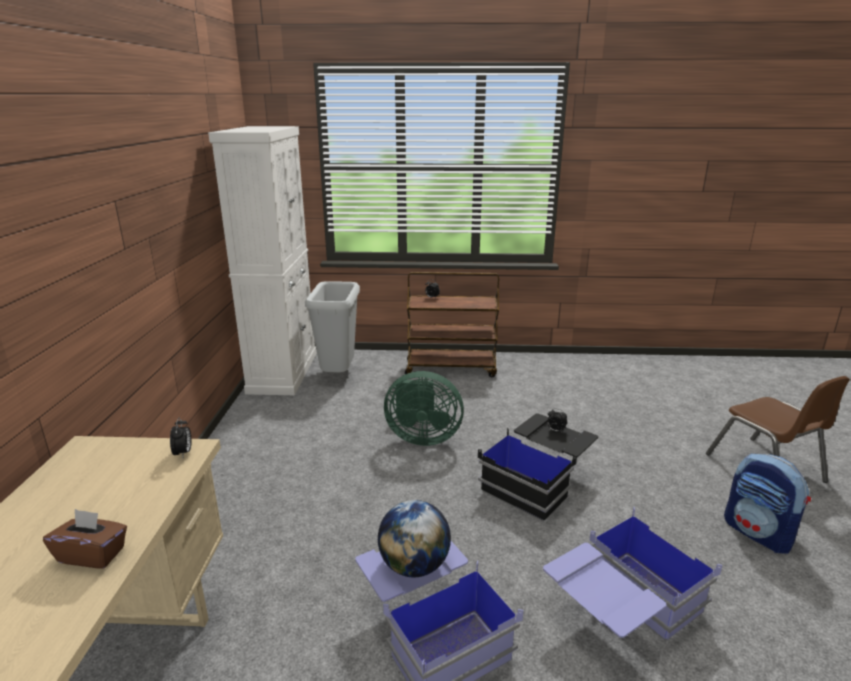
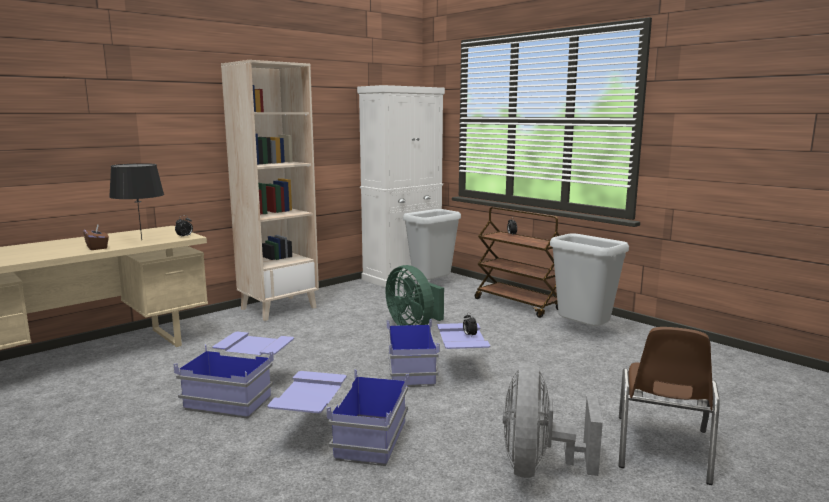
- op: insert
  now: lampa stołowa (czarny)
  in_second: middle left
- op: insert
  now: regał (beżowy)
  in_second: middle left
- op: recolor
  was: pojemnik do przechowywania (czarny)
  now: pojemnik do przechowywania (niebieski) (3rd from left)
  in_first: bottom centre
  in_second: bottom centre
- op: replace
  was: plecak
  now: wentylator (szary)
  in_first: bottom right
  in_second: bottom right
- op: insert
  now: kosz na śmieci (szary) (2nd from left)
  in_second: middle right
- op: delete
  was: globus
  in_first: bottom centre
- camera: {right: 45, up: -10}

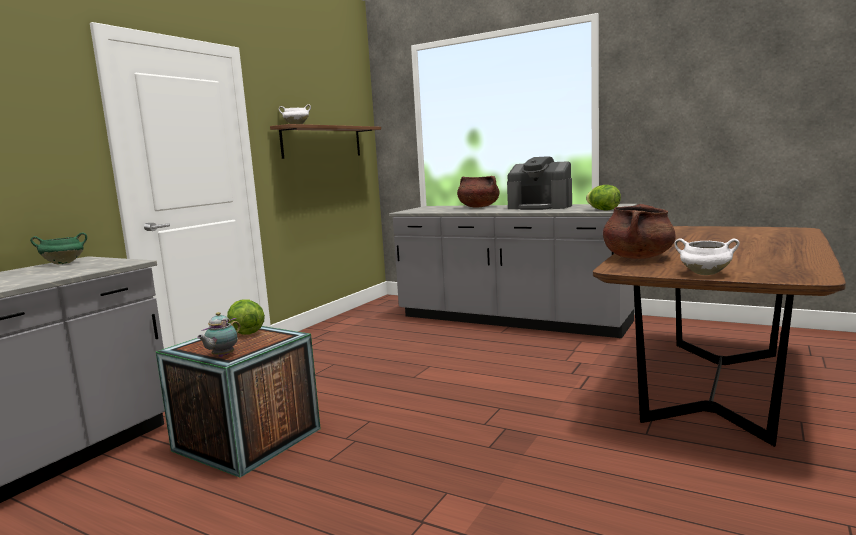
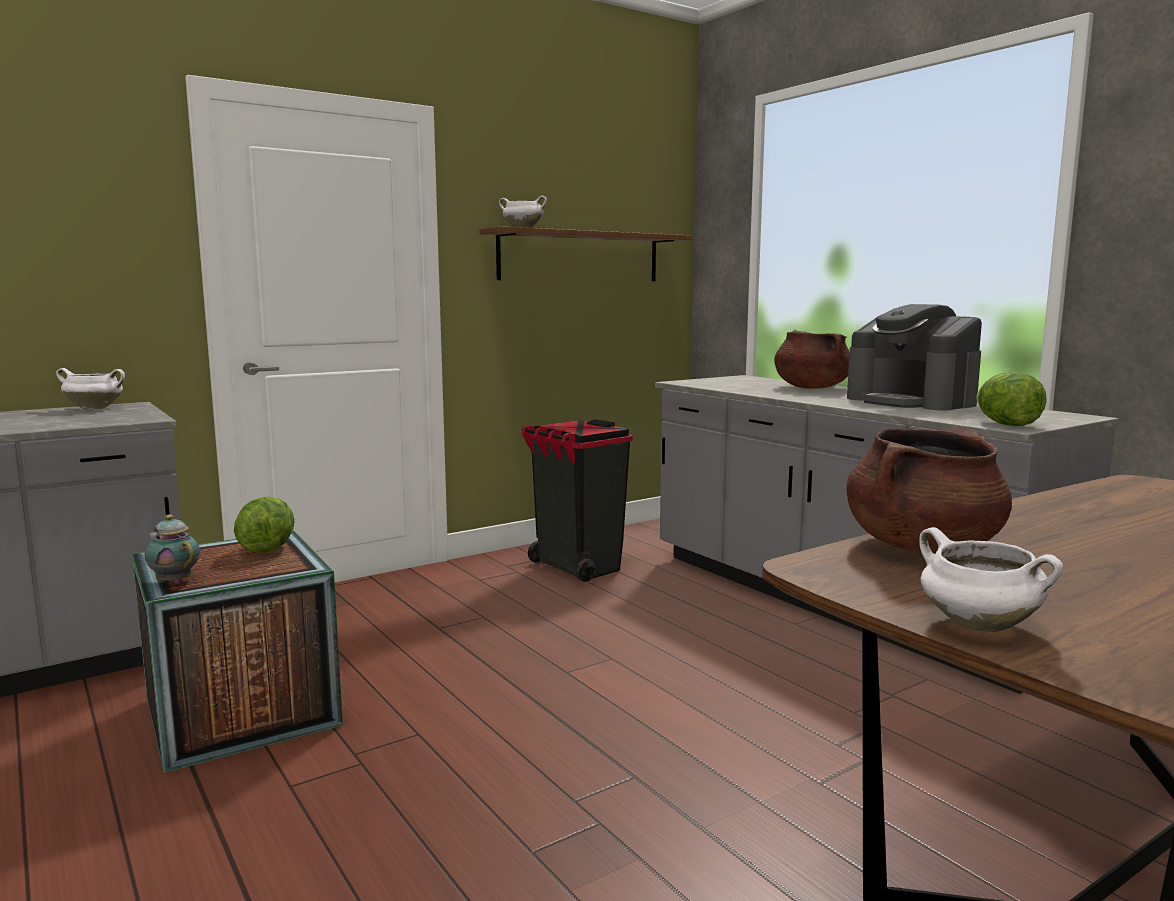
- op: recolor
  was: garnek (zielony)
  now: garnek (biały) (1st from left)
  in_first: middle left
  in_second: middle left
- op: rotate
  was: imbryk
  in_first: middle left
  in_second: middle left
  clockwise: 75
- op: insert
  now: kosz na śmieci (czarny)
  in_second: centre
- camera: {right: 25, up: 0}

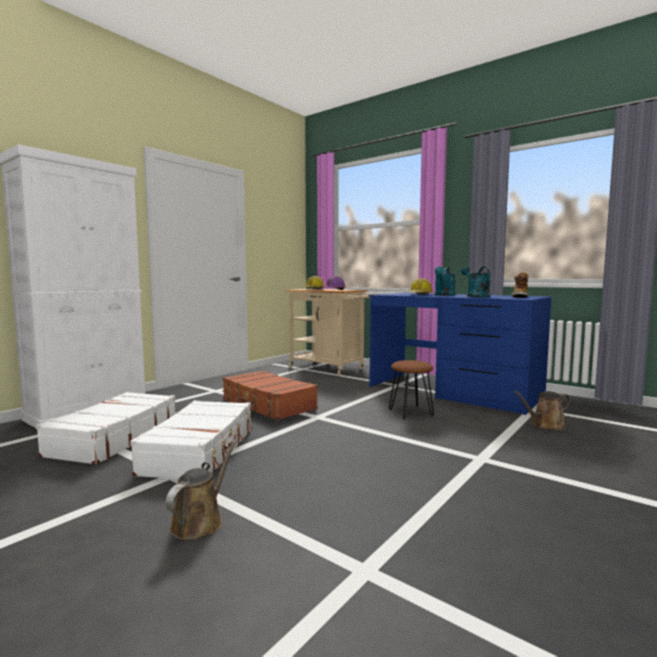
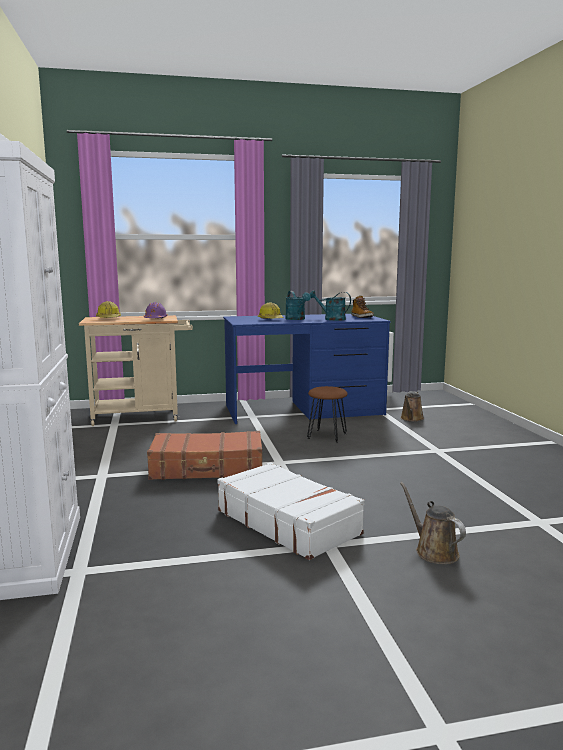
- op: delete
  was: walizka (biały) (1st from left)
  in_first: middle left
- camera: {right: -50, up: 5}

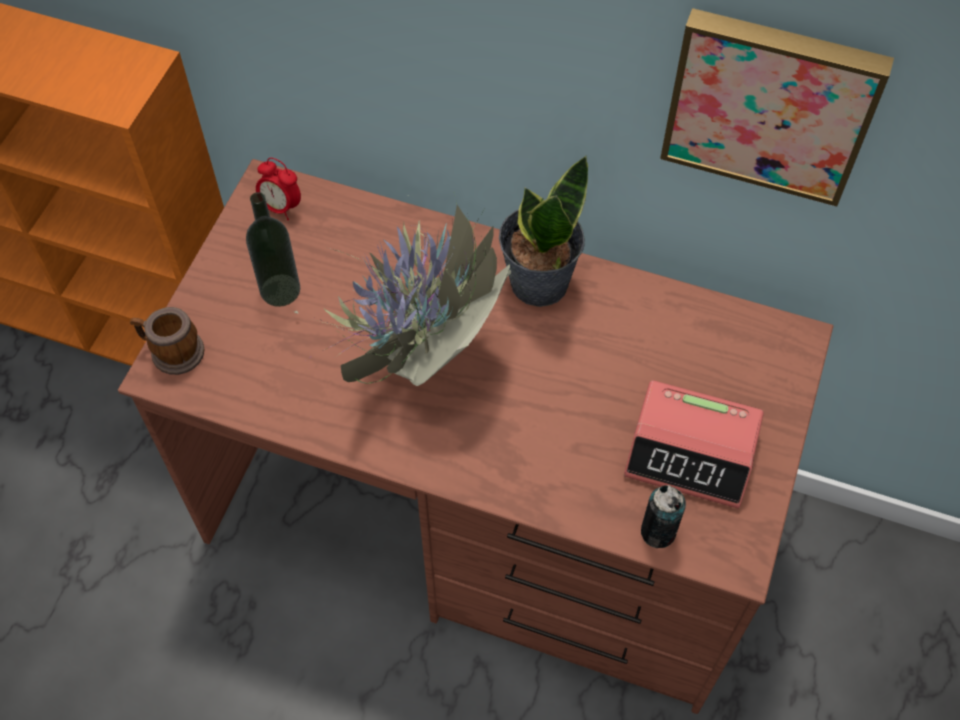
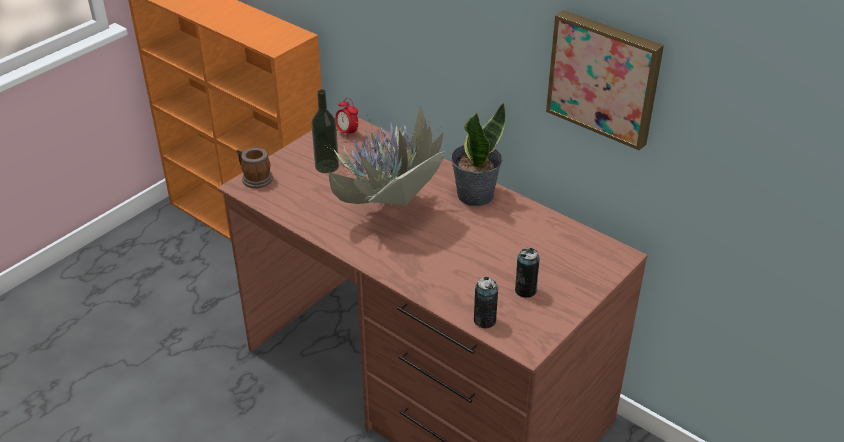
- op: replace
  was: budzik (2nd from left)
  now: puszka (2nd from left)
  in_first: middle right
  in_second: centre
- camera: {right: 20, up: -20}

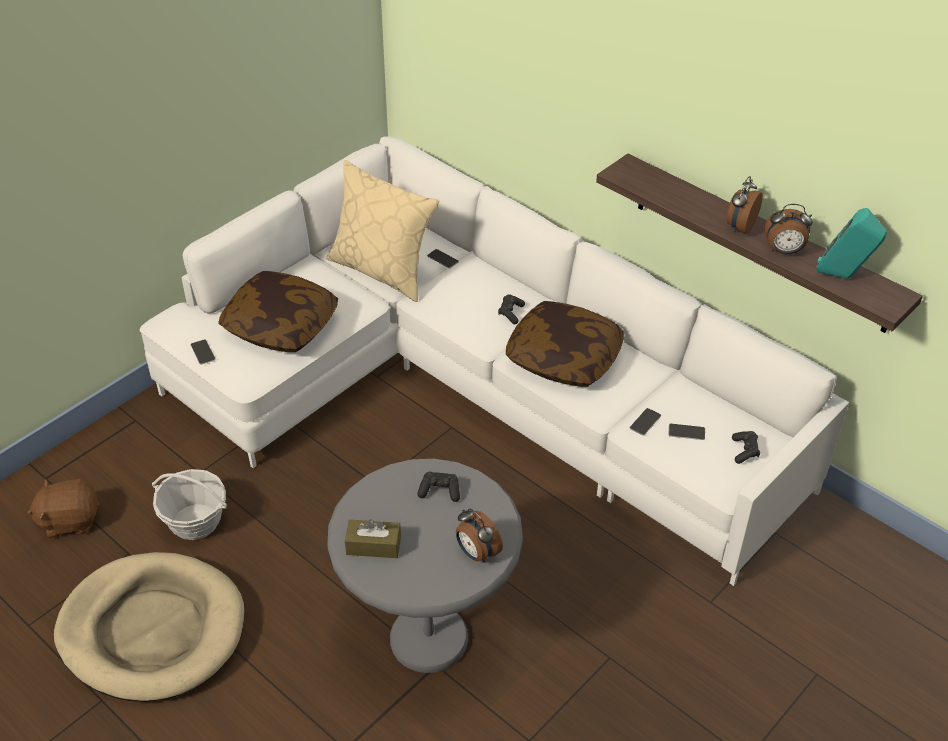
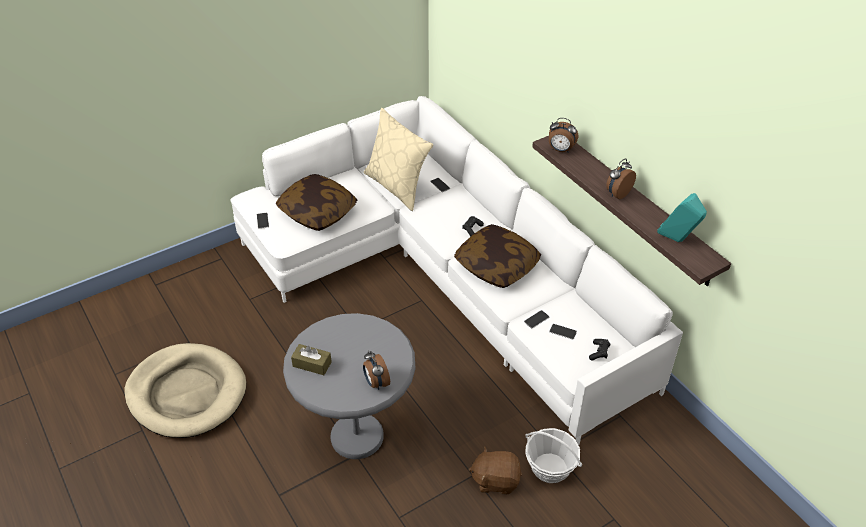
- op: move
  was: pluszak (brązowy)
  in_first: bottom left
  in_second: bottom centre
- op: move
  was: koszyk
  in_first: bottom left
  in_second: bottom centre
- op: move
  was: budzik (3rd from left in the first image)
  now: budzik (2nd from left)
  in_first: top right
  in_second: top centre
- op: delete
  was: pad do gier (czarny) (1st from left)
  in_first: centre
- camera: {right: 15, up: 0}

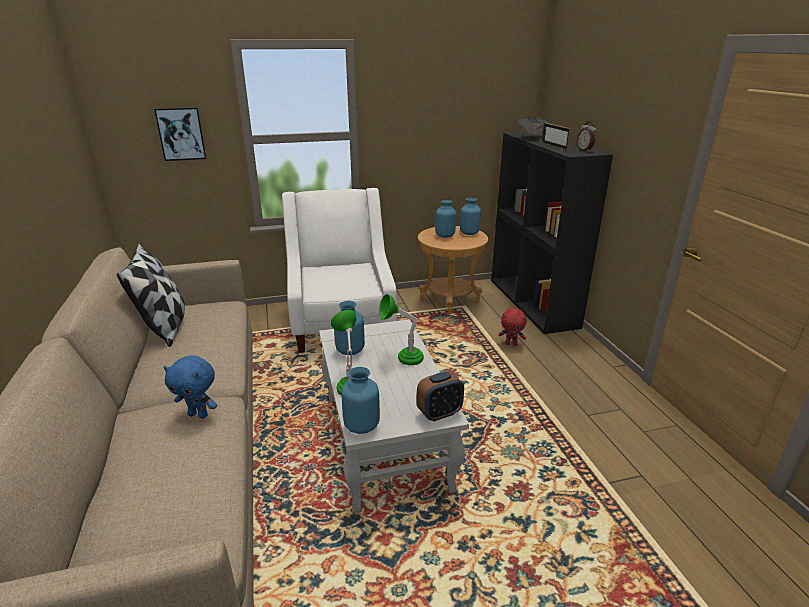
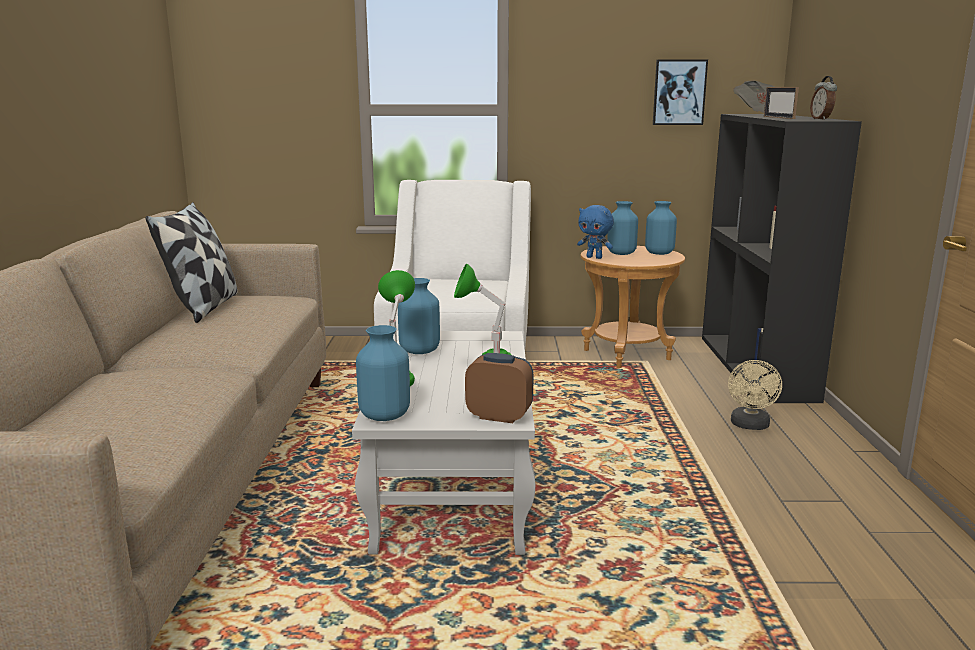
- op: rotate
  was: budzik (1st from left)
  in_first: centre
  in_second: centre
  clockwise: -150
- op: move
  was: pluszak (niebieski)
  in_first: middle left
  in_second: centre
- op: move
  was: obraz
  in_first: top left
  in_second: top right
- op: insert
  now: wentylator (beżowy)
  in_second: middle right
- op: delete
  was: pluszak (czerwony)
  in_first: centre
- camera: {right: 15, up: -10}

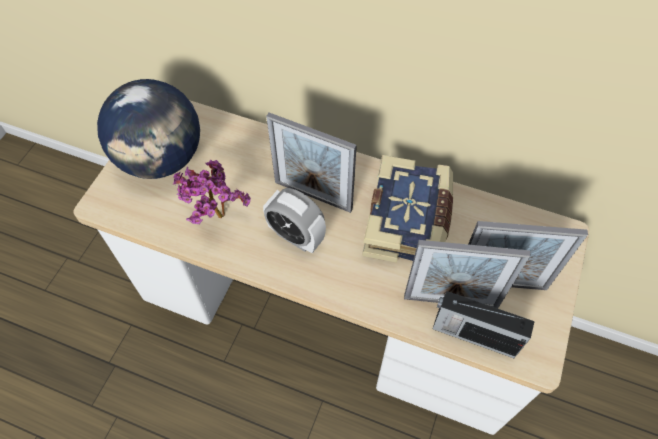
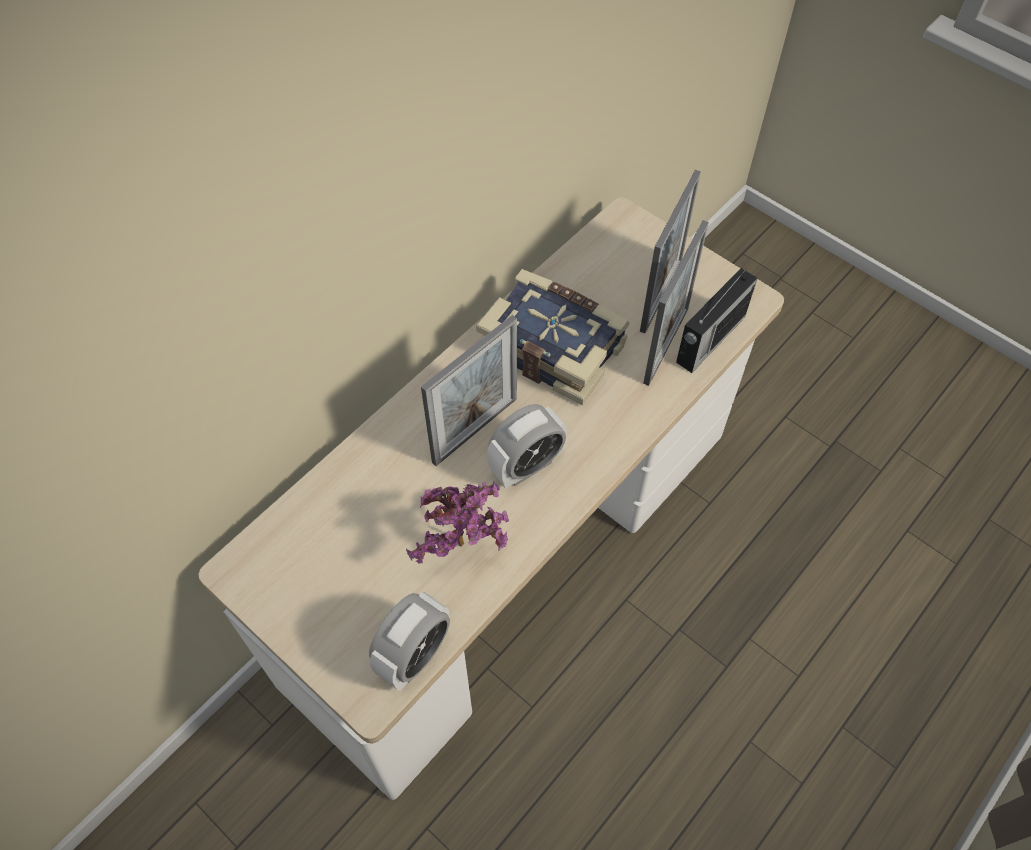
- op: insert
  now: budzik (1st from left)
  in_second: bottom centre
- op: delete
  was: globus
  in_first: top left
- camera: {right: -70, up: 0}

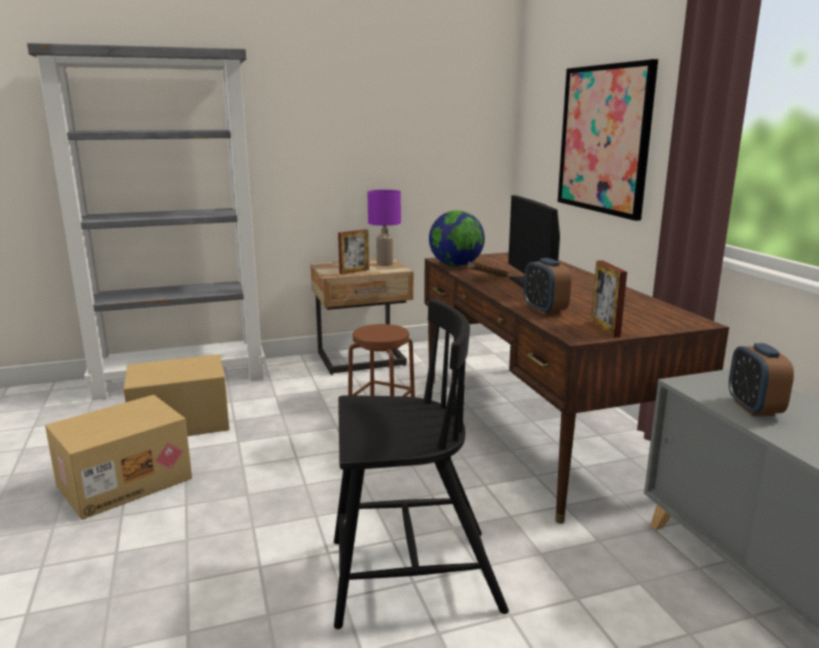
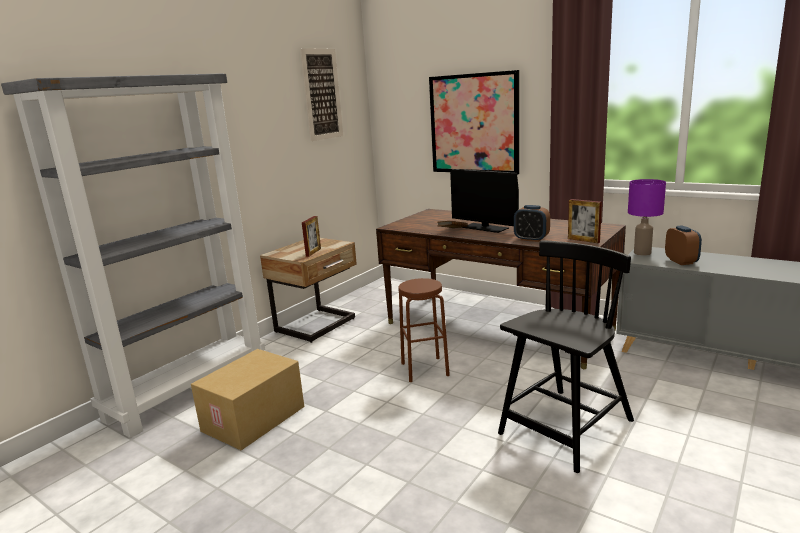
- op: insert
  now: obraz (1st from left)
  in_second: top centre
- op: move
  was: lampa stołowa (fioletowy)
  in_first: centre
  in_second: middle right
- op: rotate
  was: budzik (2nd from left)
  in_first: middle right
  in_second: middle right
  clockwise: -150
- op: delete
  was: karton (1st from left)
  in_first: bottom left
- op: delete
  was: globus
  in_first: centre
- camera: {right: -35, up: 0}

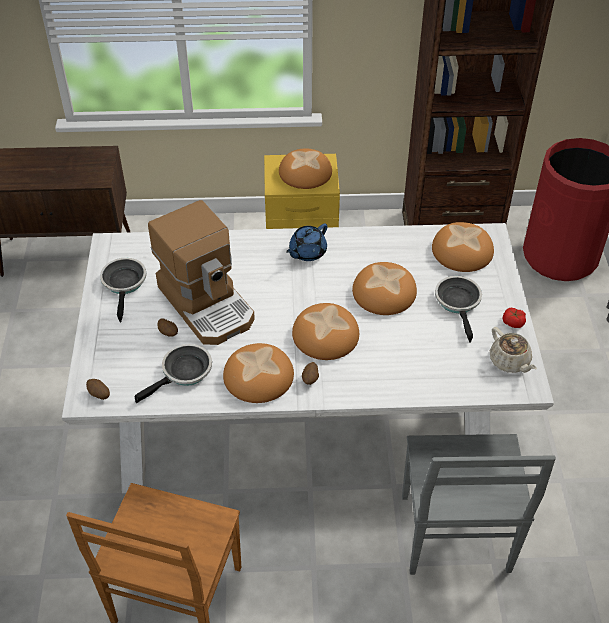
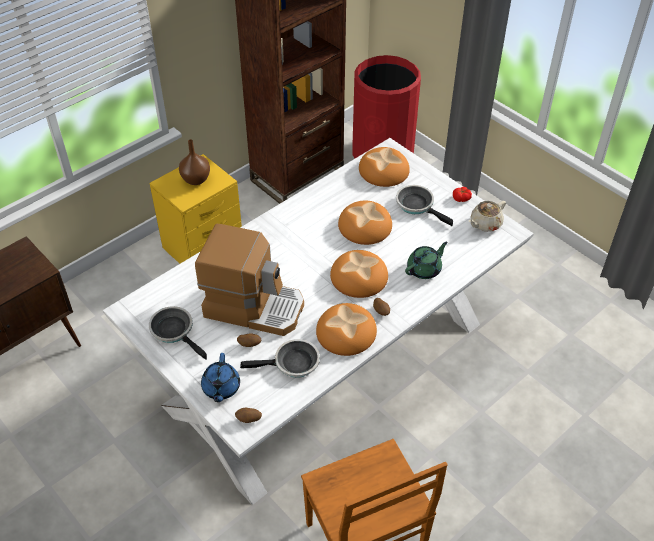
- op: replace
  was: chleb (2nd from left)
  now: wazon (brązowy)
  in_first: top centre
  in_second: top left
- op: move
  was: imbryk (niebieski)
  in_first: centre
  in_second: bottom centre
- op: rotate
  was: patelnia (2nd from left)
  in_first: middle left
  in_second: centre
  clockwise: 75
- op: insert
  now: imbryk (zielony)
  in_second: centre
- op: rotate
  was: imbryk (beżowy)
  in_first: middle right
  in_second: middle right
  clockwise: 120
- op: delete
  was: krzesło (szary)
  in_first: bottom right
- camera: {right: -40, up: 0}

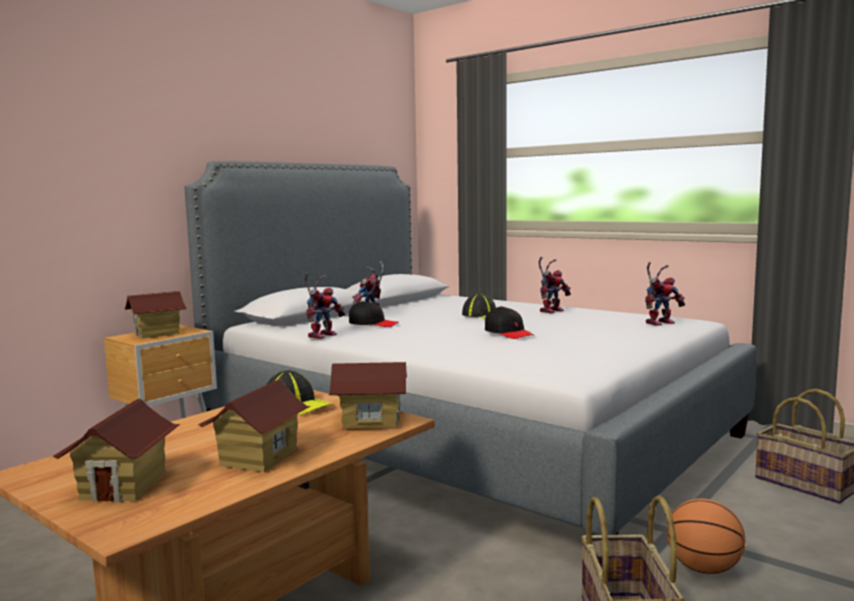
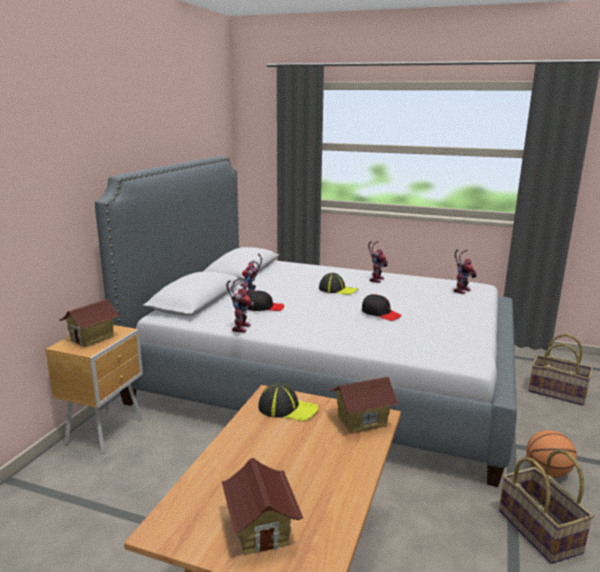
- op: delete
  was: domek (3rd from left)
  in_first: bottom left
- camera: {right: -20, up: 10}

